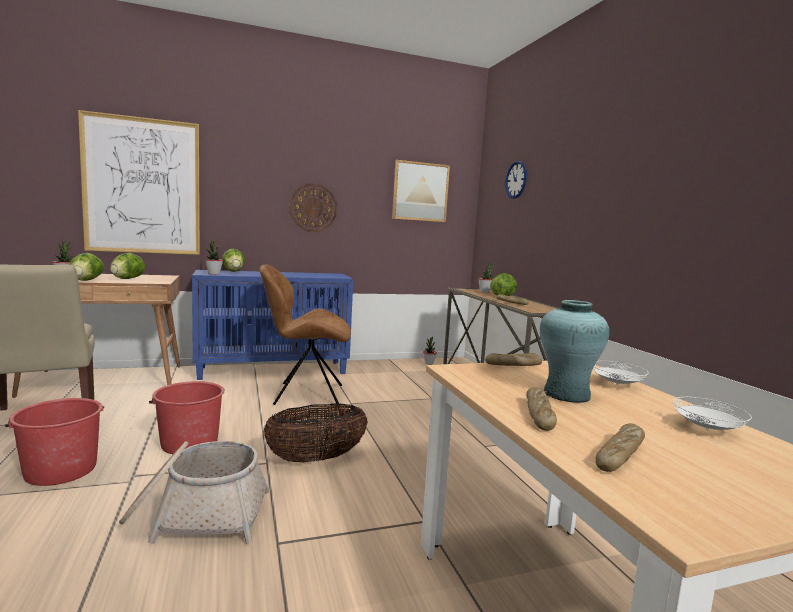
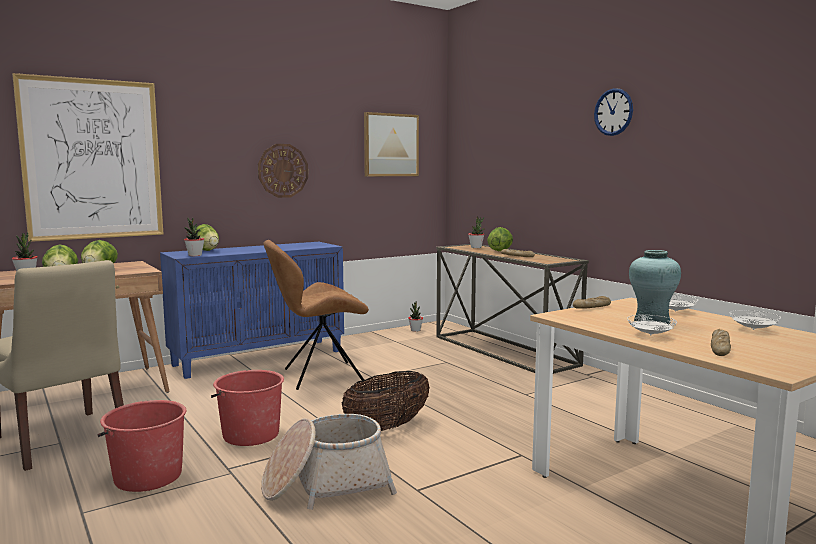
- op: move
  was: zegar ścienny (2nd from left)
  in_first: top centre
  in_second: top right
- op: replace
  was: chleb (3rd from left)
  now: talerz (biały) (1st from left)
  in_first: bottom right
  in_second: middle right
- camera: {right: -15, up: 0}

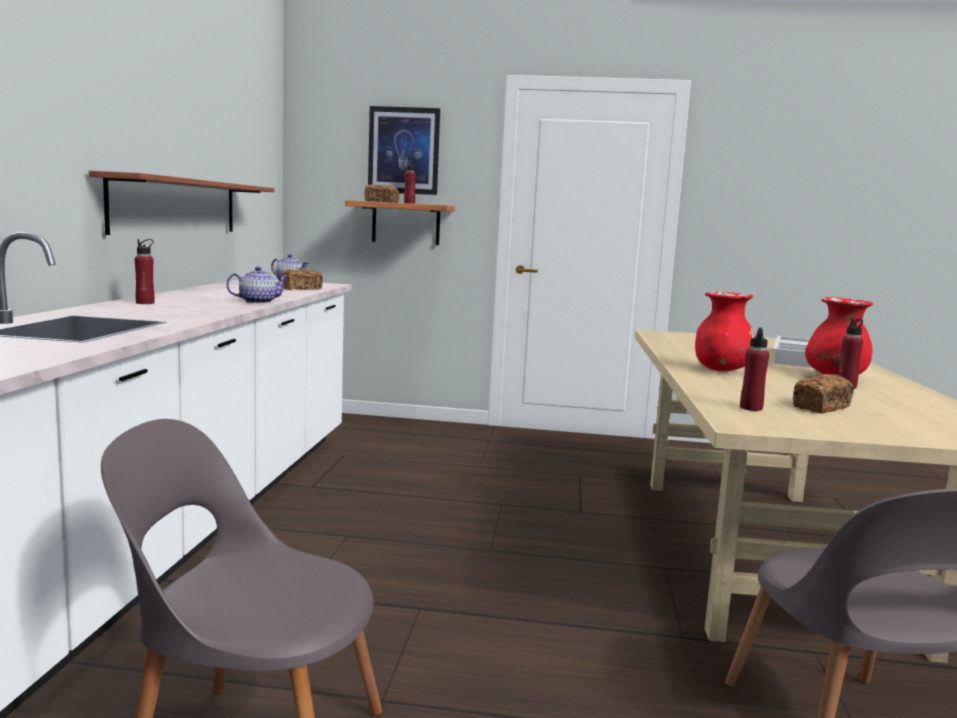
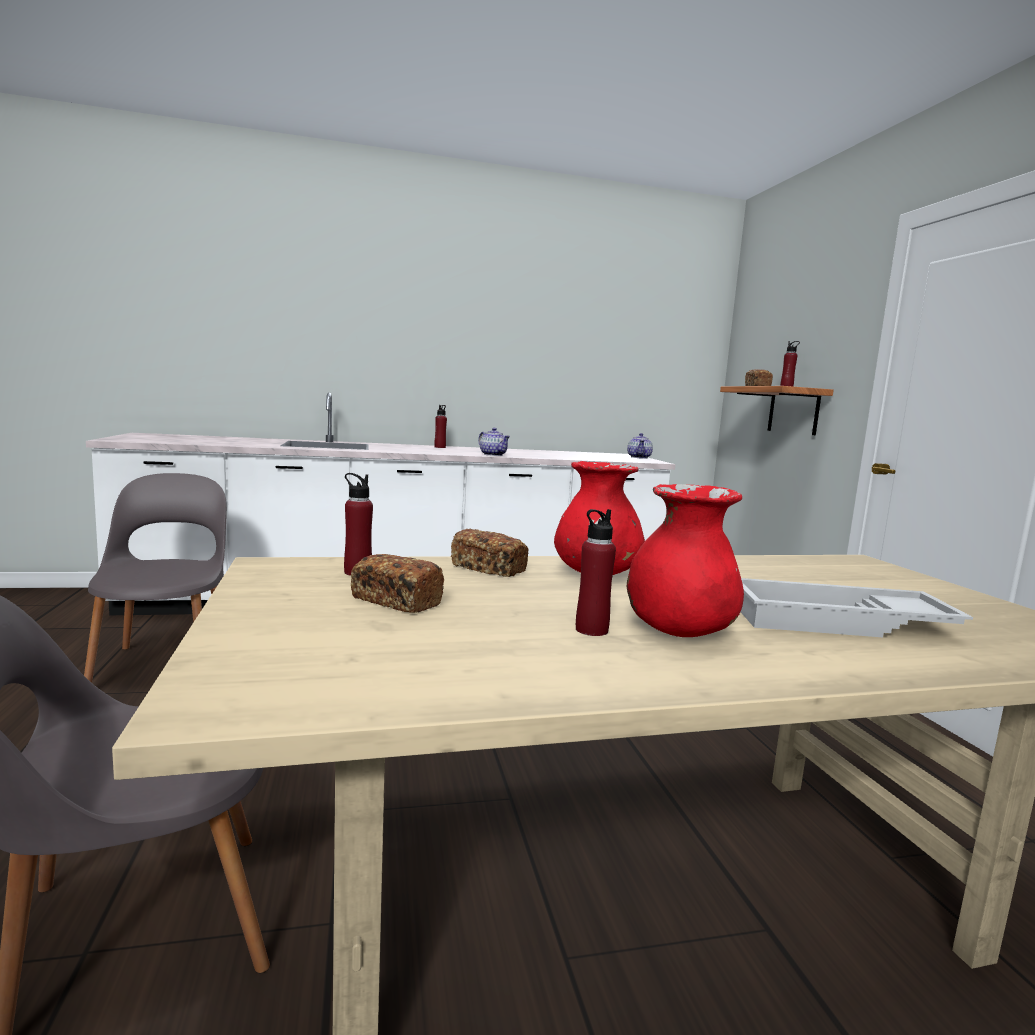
- op: move
  was: chleb (1st from left in the first image)
  now: chleb (2nd from left)
  in_first: middle left
  in_second: centre
- op: delete
  was: półka (1st from left)
  in_first: top left
- op: delete
  was: obraz
  in_first: top centre
- camera: {right: 70, up: 0}

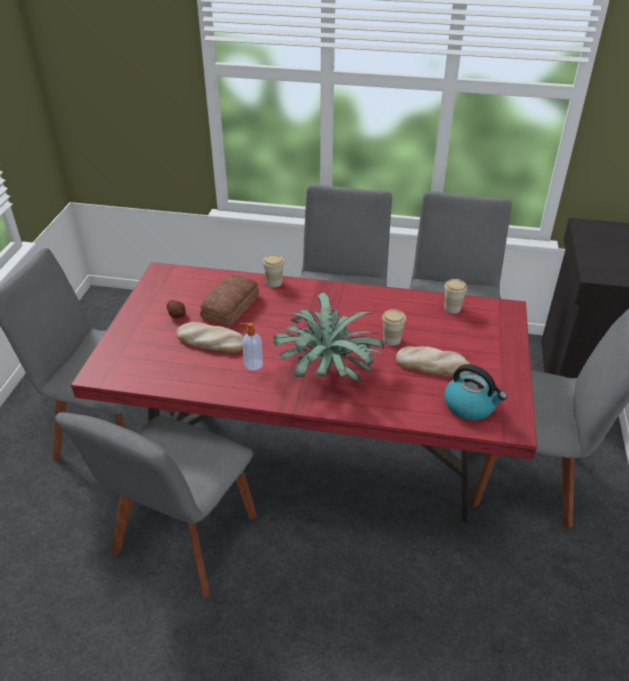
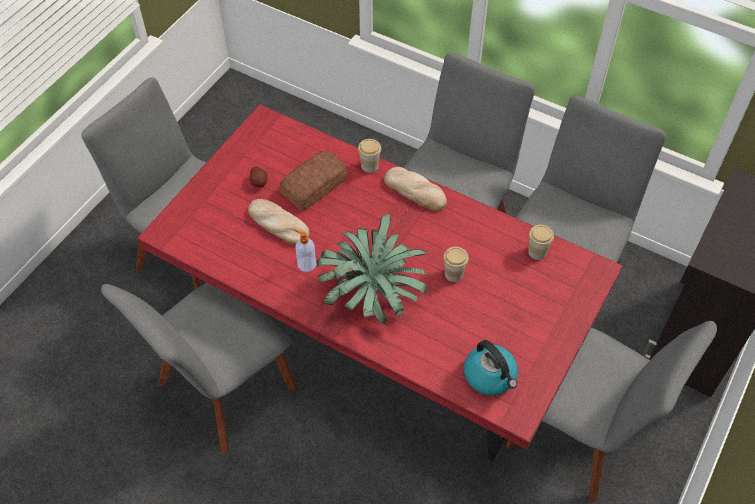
- op: move
  was: chleb (3rd from left)
  in_first: middle right
  in_second: centre
- camera: {right: 20, up: 15}

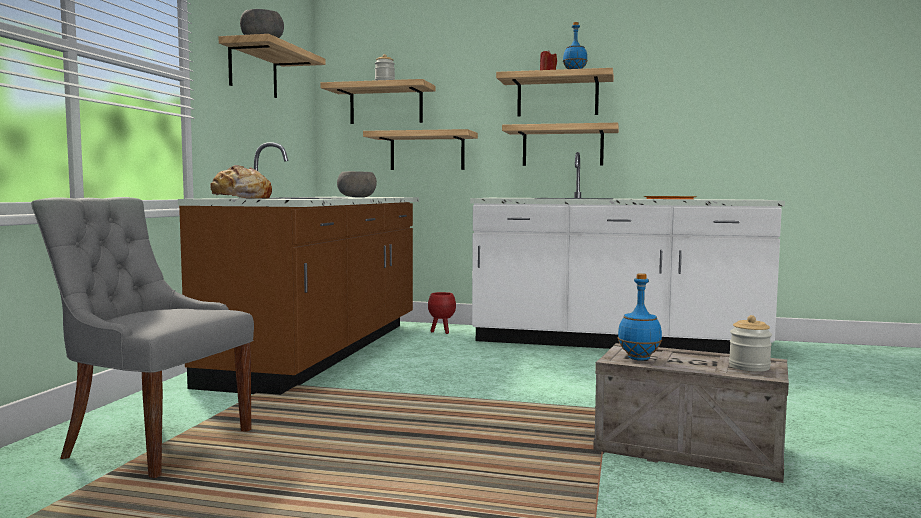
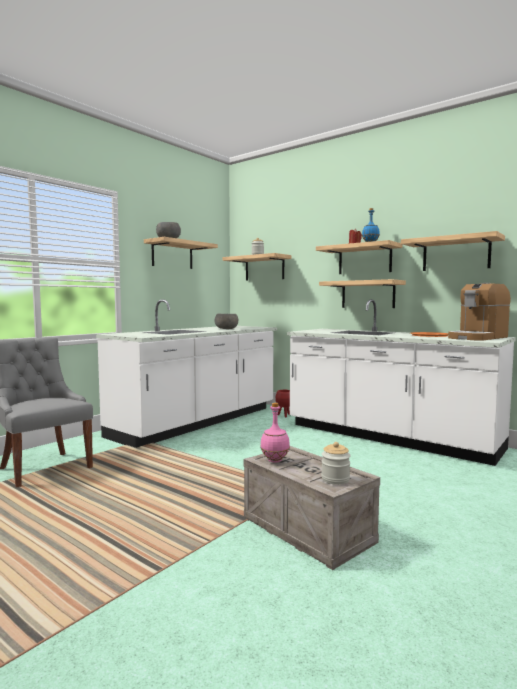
- op: recolor
  was: zabudowa kuchenna (brązowy)
  now: zabudowa kuchenna (biały) (1st from left)
  in_first: middle left
  in_second: centre
- op: recolor
  was: butelka (niebieski) (2nd from left)
  now: butelka (różowy)
  in_first: middle right
  in_second: centre
- op: move
  was: półka (3rd from left in the first image)
  now: półka (5th from left)
  in_first: top centre
  in_second: middle right
- op: insert
  now: ekspres do kawy
  in_second: middle right
- op: delete
  was: chleb
  in_first: middle left
- camera: {right: 25, up: 0}

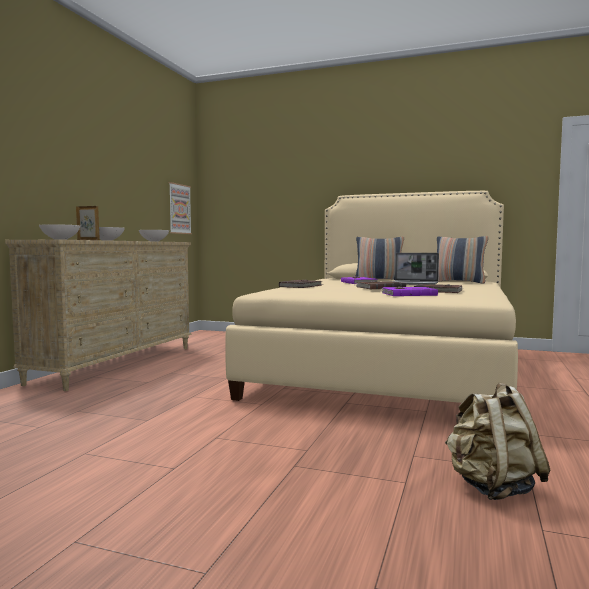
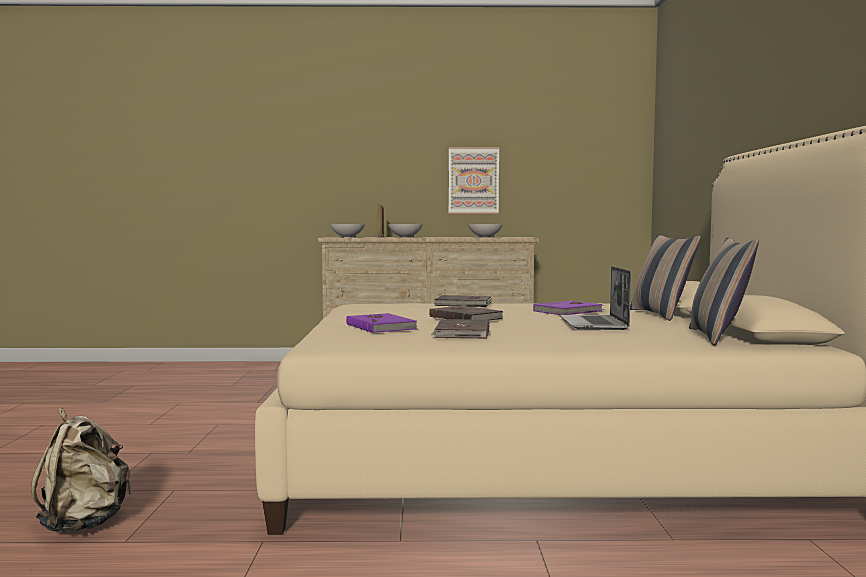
- op: move
  was: obraz
  in_first: middle left
  in_second: top centre
- camera: {right: 70, up: 0}

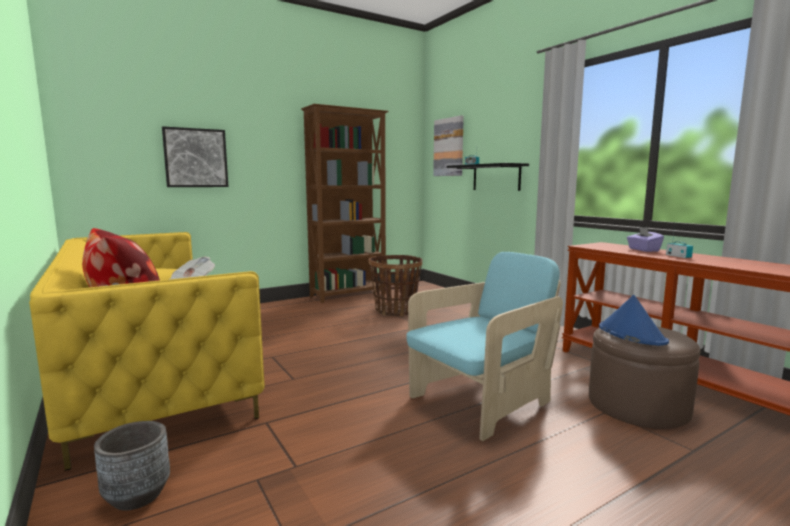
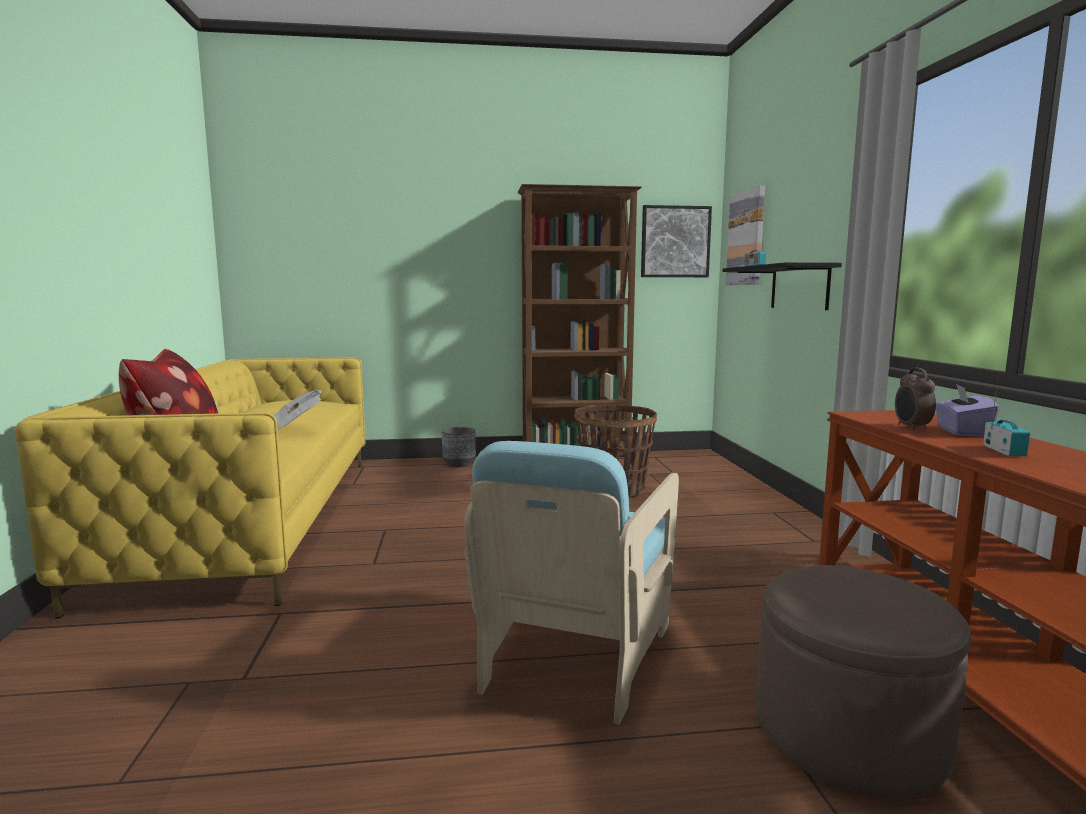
- op: move
  was: donica (szary)
  in_first: bottom left
  in_second: centre
- op: rotate
  was: fotel (turkusowy)
  in_first: centre
  in_second: bottom centre
  clockwise: 120
- op: move
  was: obraz (1st from left)
  in_first: top left
  in_second: top centre
- op: insert
  now: budzik
  in_second: middle right
- op: delete
  was: kapelusz (niebieski)
  in_first: middle right
- camera: {right: 25, up: 0}

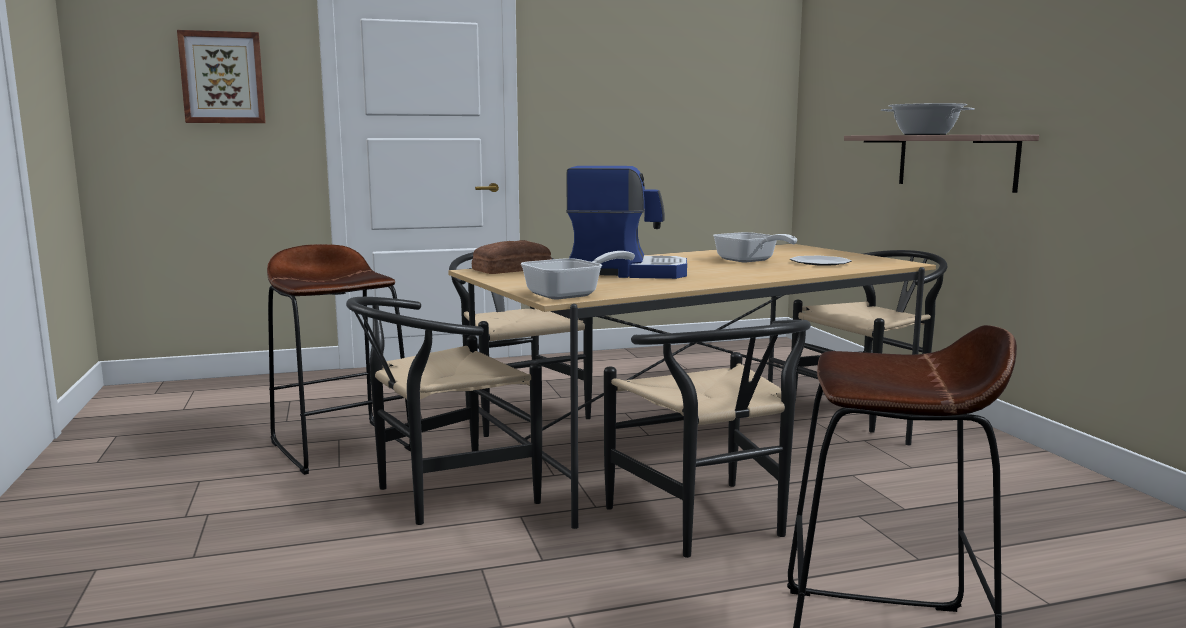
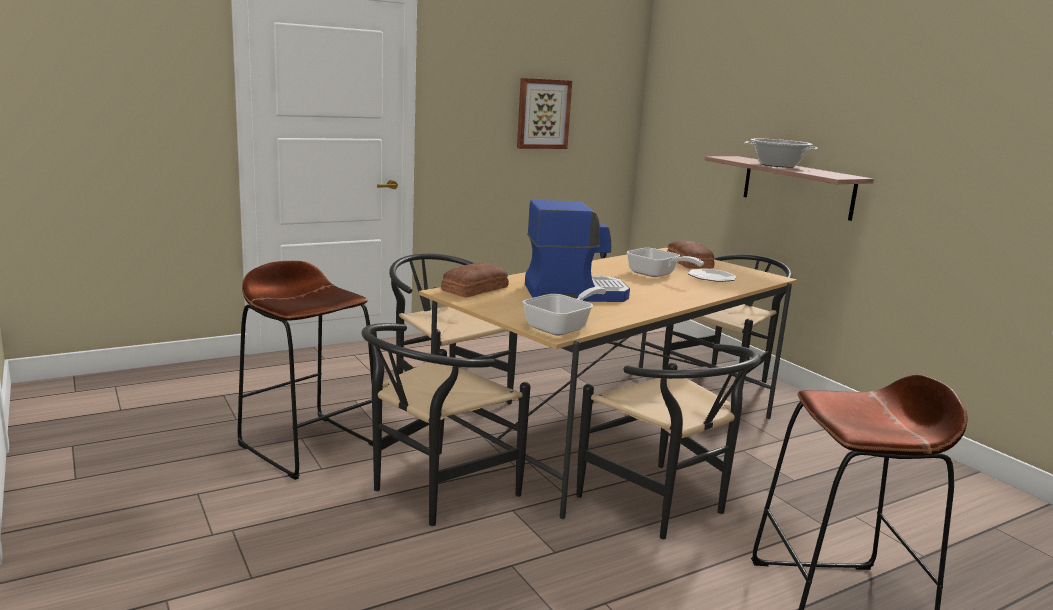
- op: move
  was: obraz
  in_first: top left
  in_second: top centre
- op: insert
  now: chleb (2nd from left)
  in_second: centre
- camera: {right: -15, up: 5}

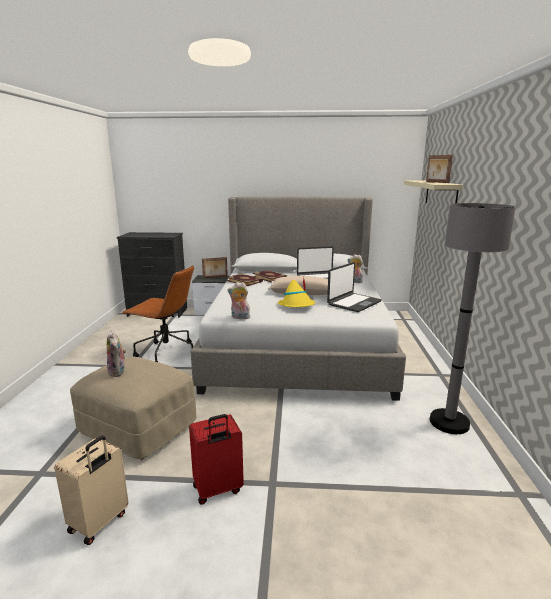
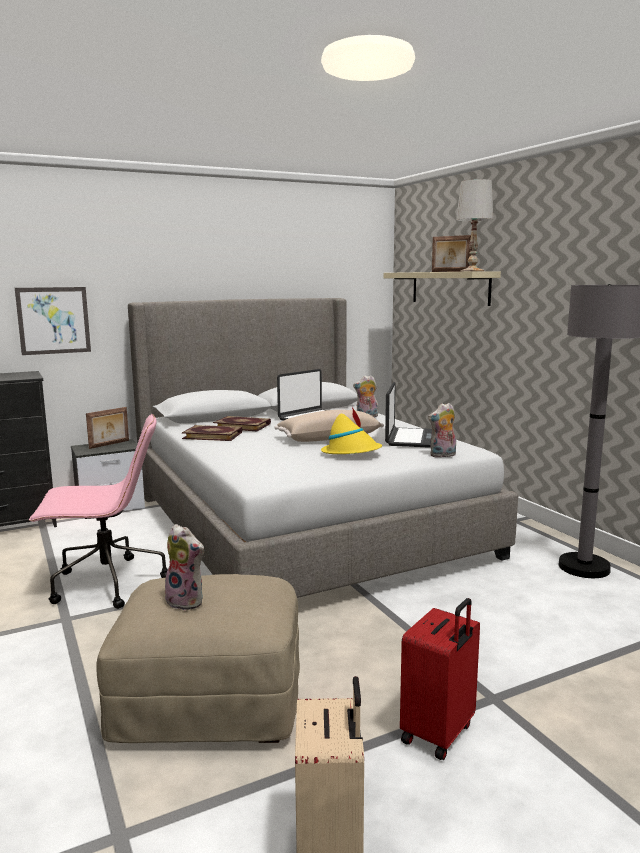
- op: insert
  now: obraz
  in_second: middle left
- op: recolor
  was: krzesło biurowe (brązowy)
  now: krzesło biurowe (różowy)
  in_first: middle left
  in_second: middle left
- op: move
  was: pluszak (2nd from left in the first image)
  now: pluszak (3rd from left)
  in_first: centre
  in_second: middle right
- op: insert
  now: lampa stołowa (biały)
  in_second: top right
- camera: {right: -30, up: -5}

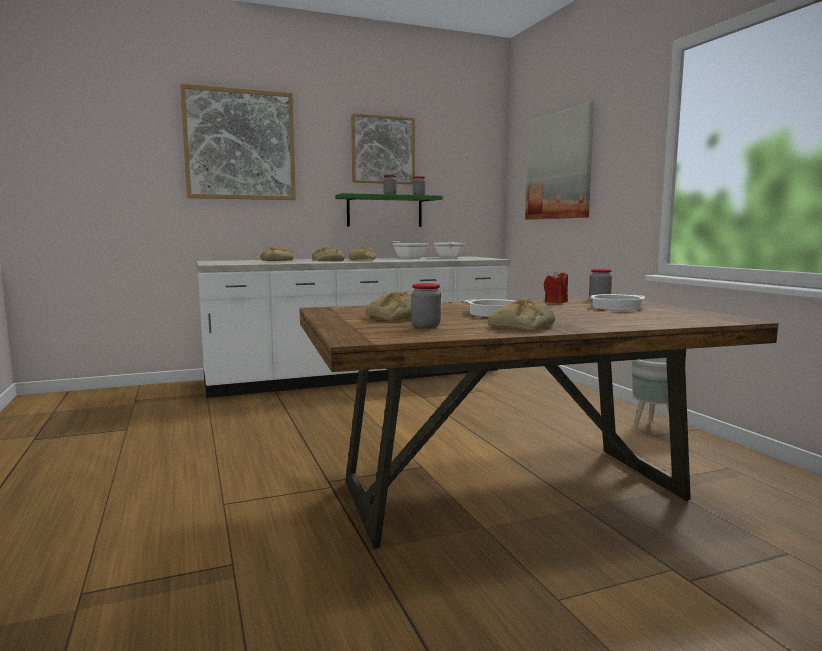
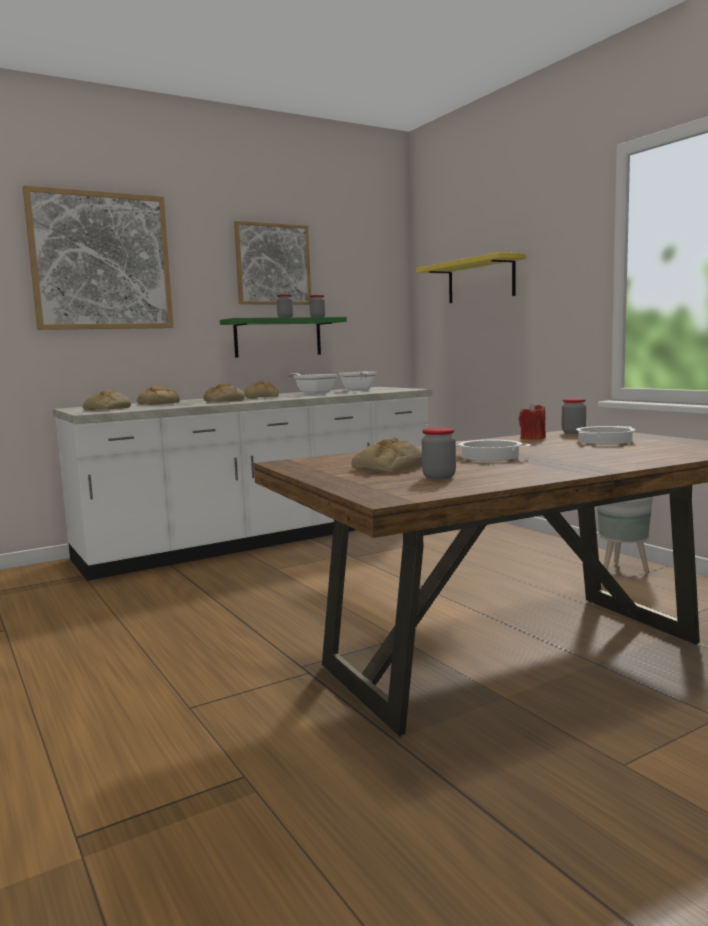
- op: move
  was: chleb (5th from left in the first image)
  now: chleb (1st from left)
  in_first: centre
  in_second: middle left
- op: replace
  was: obraz (3rd from left)
  now: półka (żółty)
  in_first: top right
  in_second: top centre
- camera: {right: -10, up: 0}

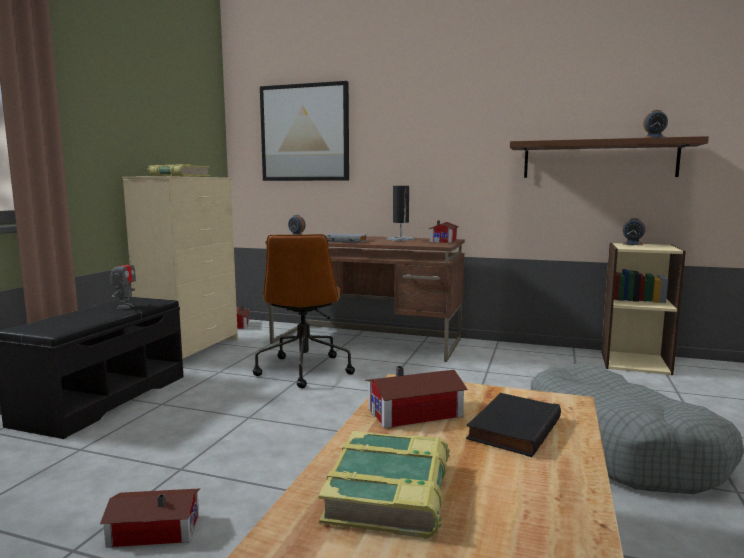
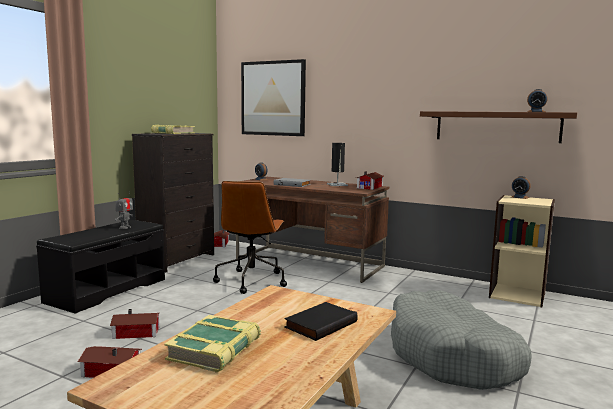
- op: move
  was: domek (3rd from left in the first image)
  now: domek (2nd from left)
  in_first: bottom centre
  in_second: bottom left
- op: recolor
  was: komoda (beżowy)
  now: komoda (czarny)
  in_first: middle left
  in_second: middle left
- camera: {right: 10, up: 0}

